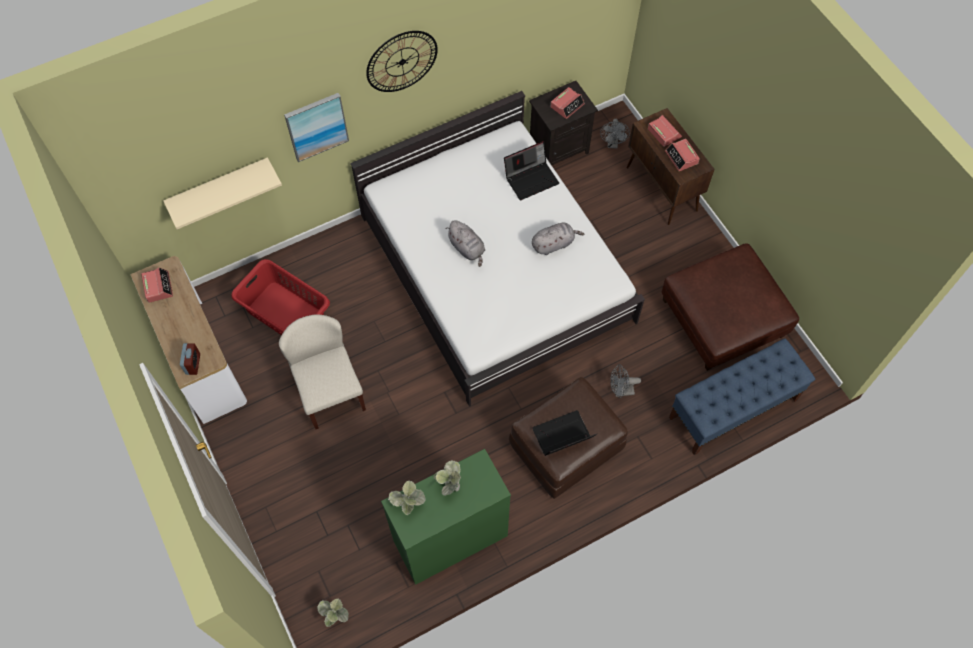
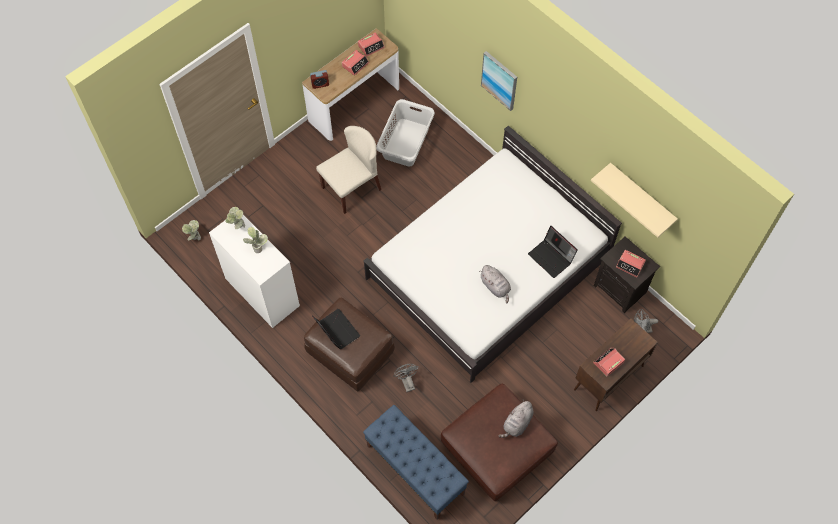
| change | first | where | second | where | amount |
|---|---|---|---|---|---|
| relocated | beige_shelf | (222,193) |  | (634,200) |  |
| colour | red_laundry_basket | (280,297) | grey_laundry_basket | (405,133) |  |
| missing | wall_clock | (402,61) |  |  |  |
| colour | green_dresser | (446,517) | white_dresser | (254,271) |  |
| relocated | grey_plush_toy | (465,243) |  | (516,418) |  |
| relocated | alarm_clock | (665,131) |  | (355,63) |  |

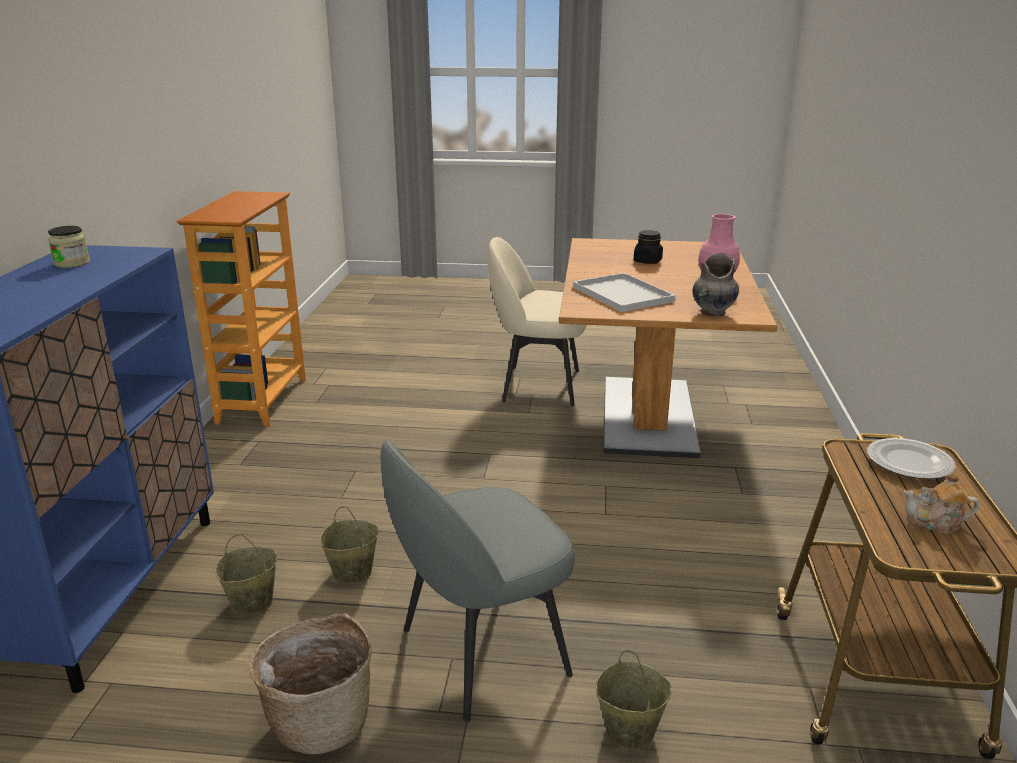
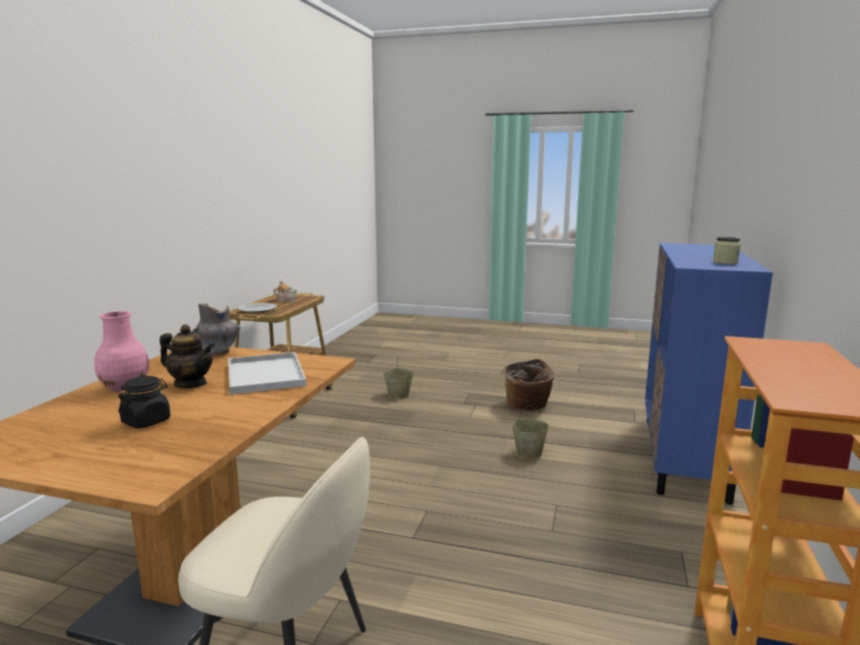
| change | first | where | second | where | amount |
|---|---|---|---|---|---|
| missing | beige_bucket | (246,575) |  |  |  |
| missing | grey_chair | (477,581) |  |  |  |
| appeared |  |  | teapot | (187,356) |  |

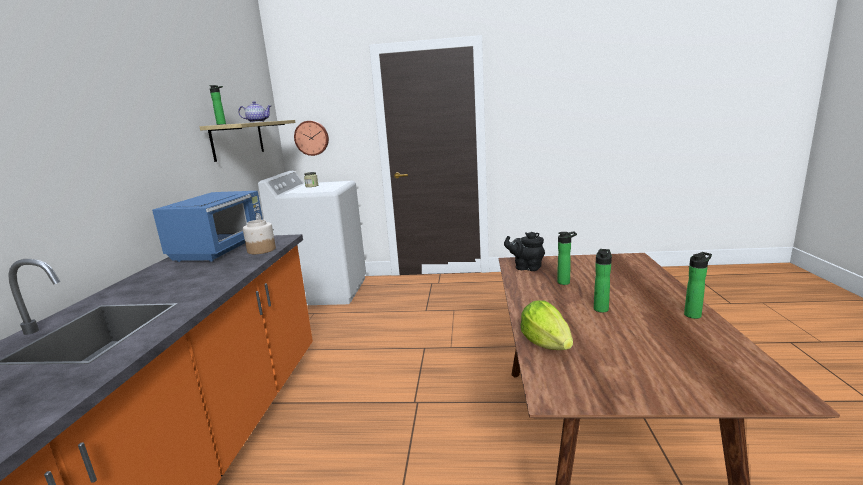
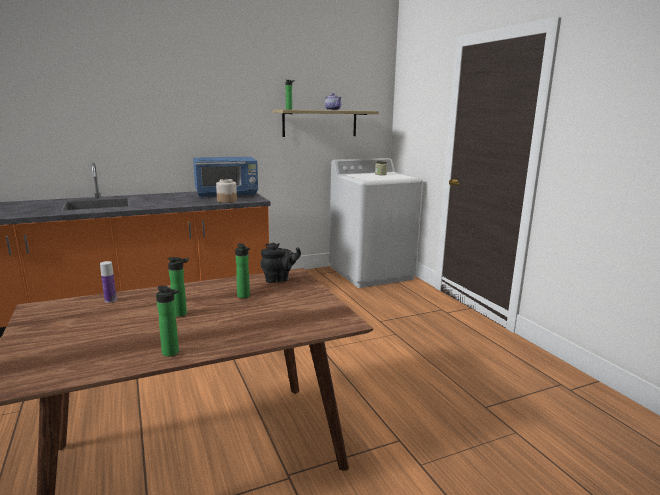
| change | first | where | second | where | amount |
|---|---|---|---|---|---|
| missing | wall_clock | (311,138) |  |  |  |
| spun | black_teapot | (524,251) |  | (280,263) | 75 degrees clockwise |
| exchanged | lettuce | (547,325) | bottle | (108,282) |  |

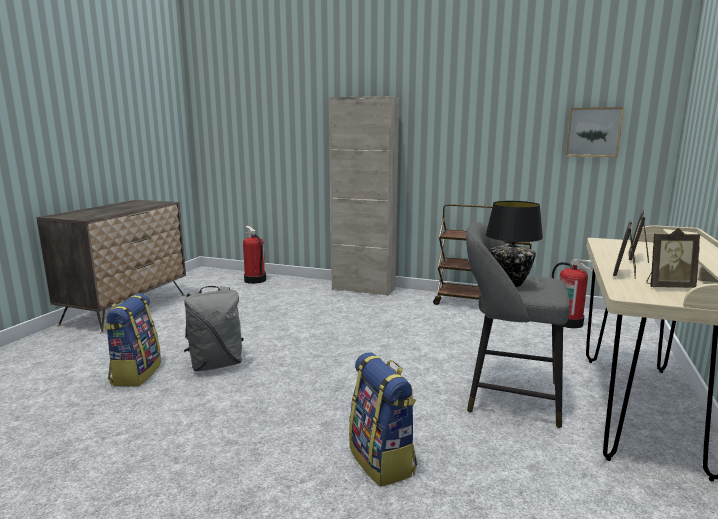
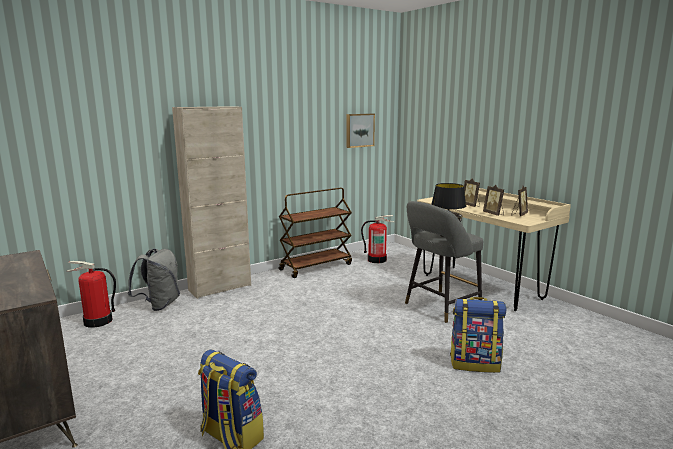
| change | first | where | second | where | amount |
|---|---|---|---|---|---|
| relocated | grey_backpack | (214,328) |  | (154,280) |  |

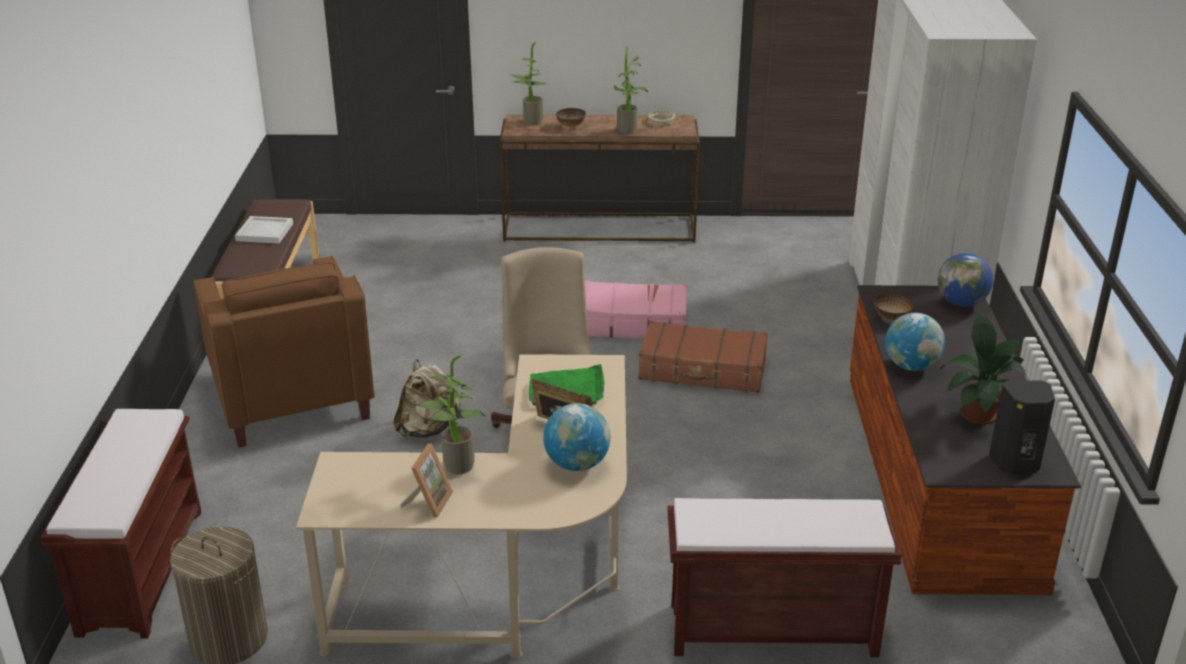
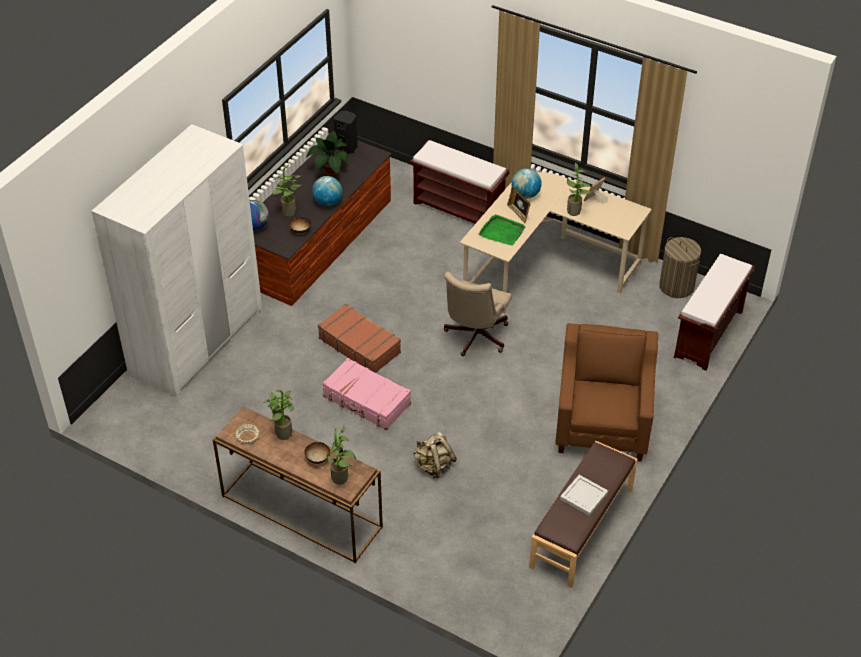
| change | first | where | second | where | amount |
|---|---|---|---|---|---|
| relocated | beige_backpack | (426,398) |  | (435,455) |  |
| appeared |  |  | potted_plant | (287,190) |  |

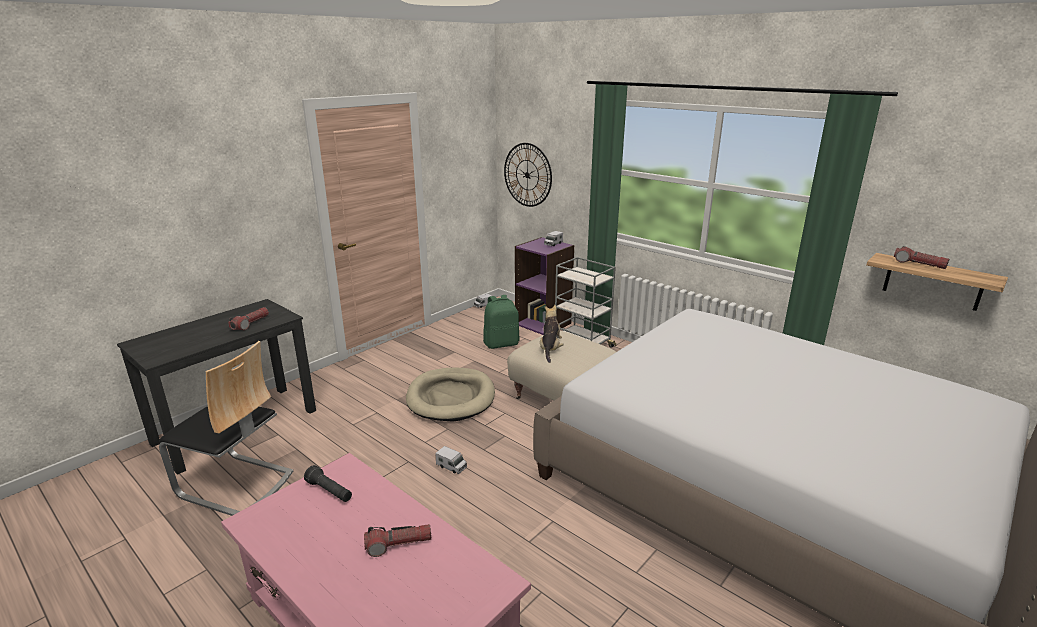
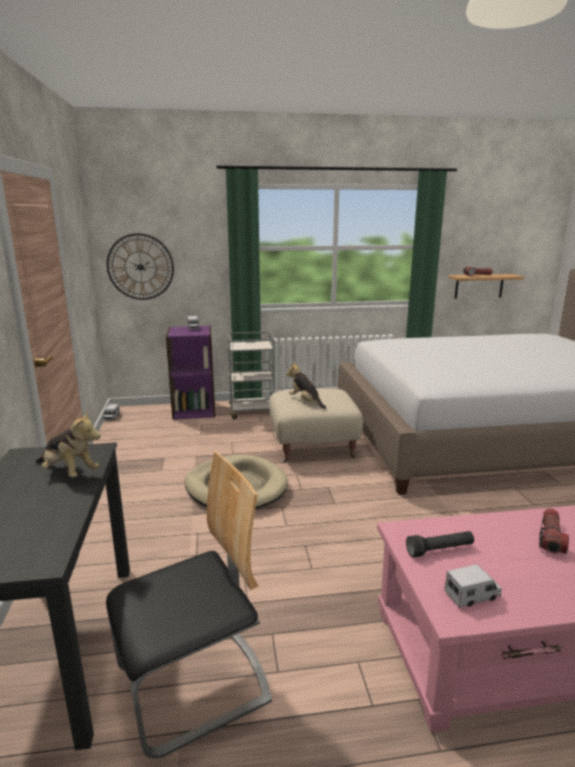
| change | first | where | second | where | amount |
|---|---|---|---|---|---|
| exchanged | flashlight | (248,318) | plush_toy | (68,443) |  |
| relocated | toy_truck | (451,460) |  | (473,586) |  |
| missing | green_backpack | (501,322) |  |  |  |

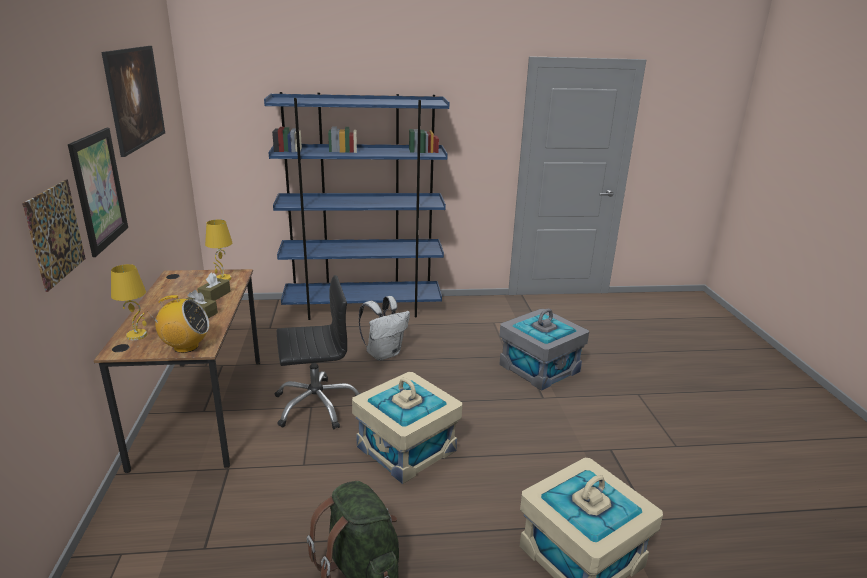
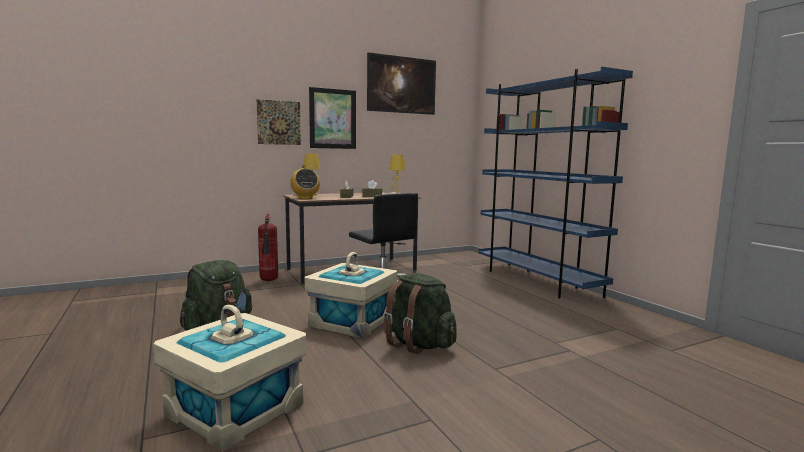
| change | first | where | second | where | amount |
|---|---|---|---|---|---|
| missing | white_backpack | (384,328) |  |  |  |
| missing | grey_storage_box | (544,350) |  |  |  |
| appeared |  |  | fire_extinguisher | (268,247) |  |
| appeared |  |  | green_backpack | (420,313) |  |

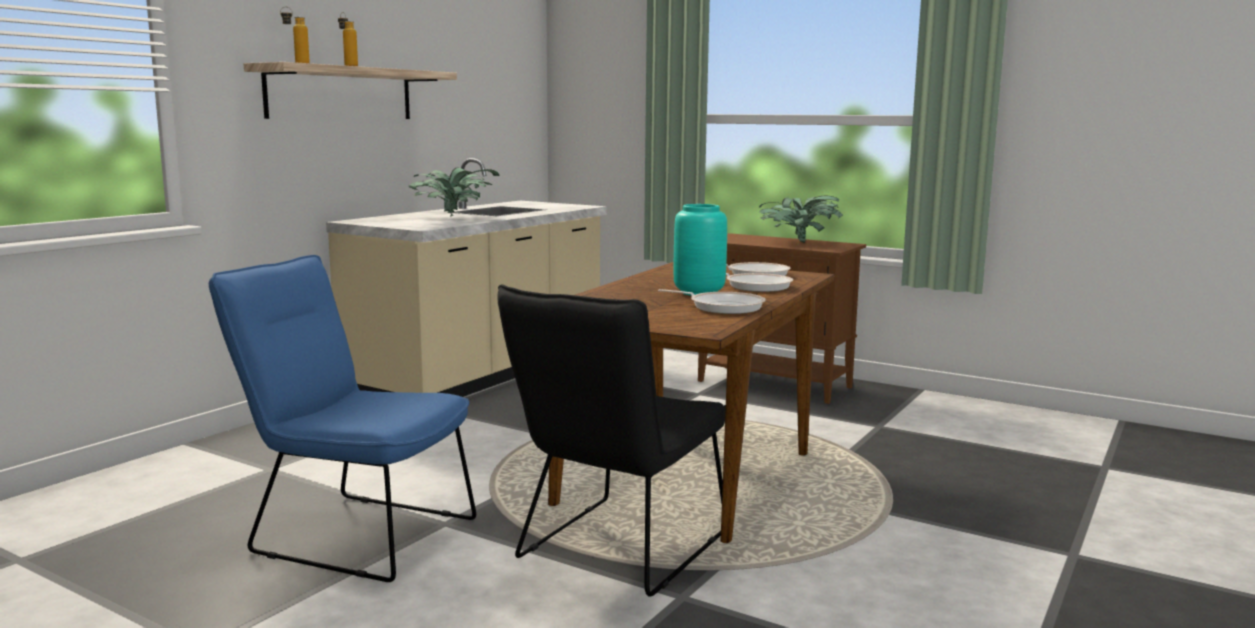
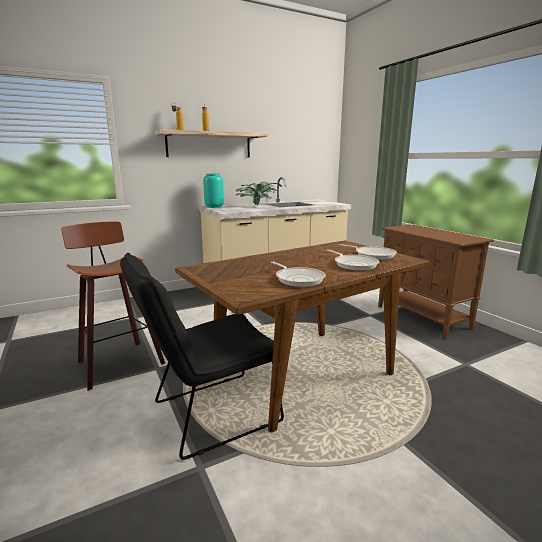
| change | first | where | second | where | amount |
|---|---|---|---|---|---|
| exchanged | blue_chair | (342,418) | stool | (113,306) |  |
| relocated | turquoise_vase | (700,250) |  | (213,191) |  |
| missing | potted_plant | (801,219) |  |  |  |

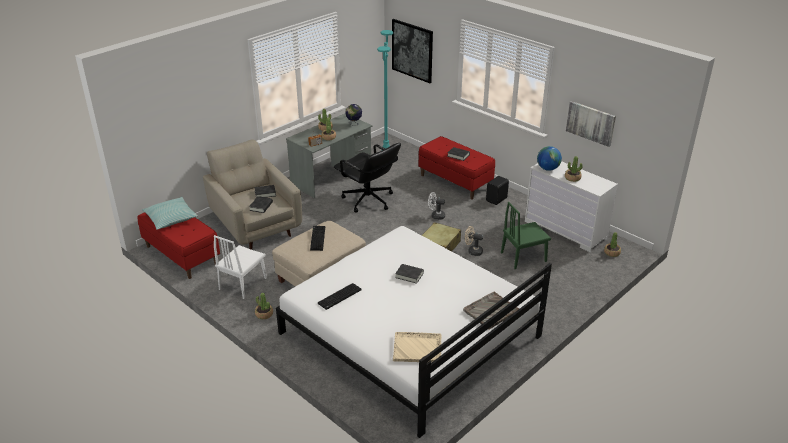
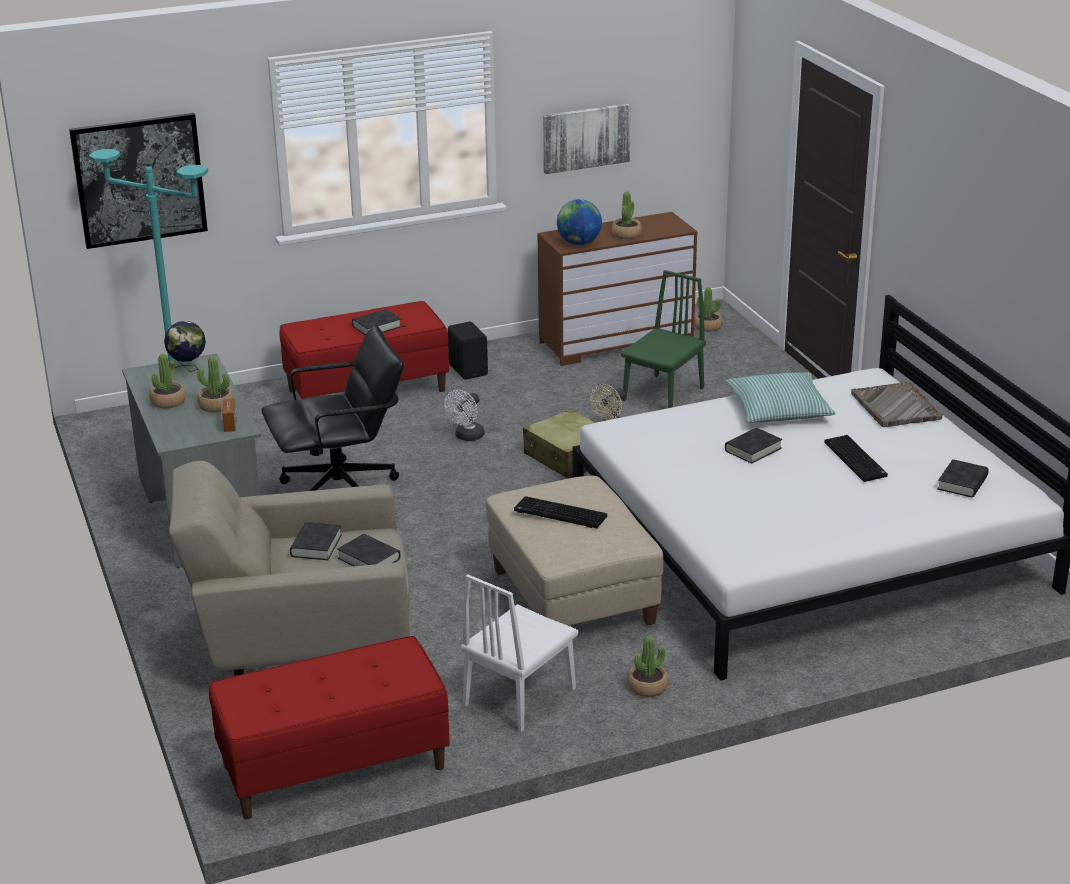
| change | first | where | second | where | amount |
|---|---|---|---|---|---|
| relocated | pillow | (170,213) |  | (780,397) |  |
| spun | white_chair | (240,267) |  | (519,653) | 75 degrees clockwise |
| relocated | keyboard | (339,296) |  | (856,458) |  |
| exchanged | beige_tray | (417,347) | black_book | (963,478) |  |
| spun | green_chair | (526,235) |  | (663,339) | 150 degrees counterclockwise |
| colour | white_dresser | (571,206) | brown_dresser | (617,289) |  |

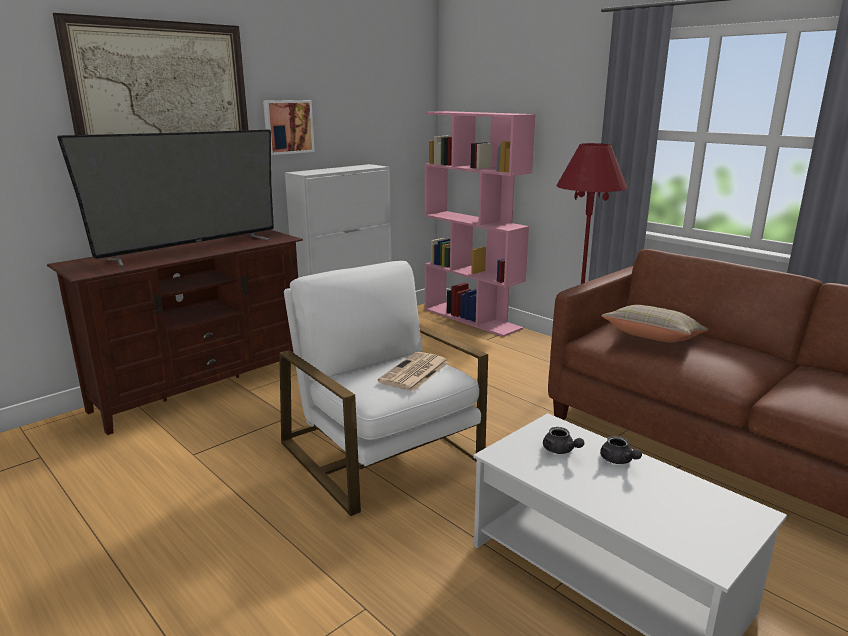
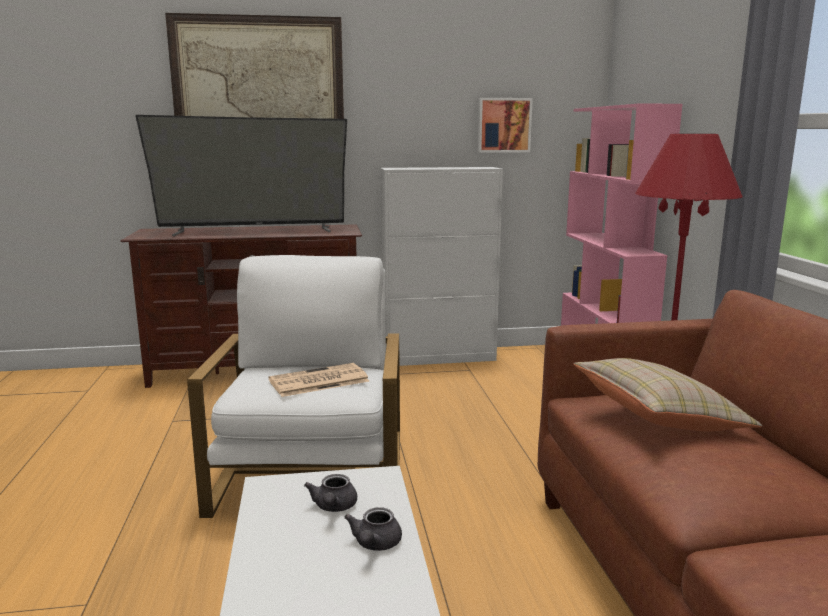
| change | first | where | second | where | amount |
|---|---|---|---|---|---|
| relocated | picture | (289,127) |  | (505,125) |  |

